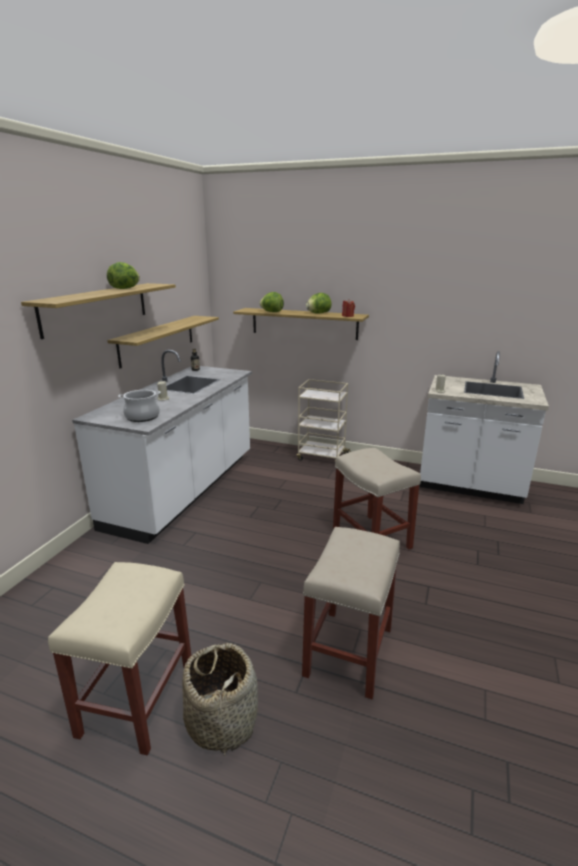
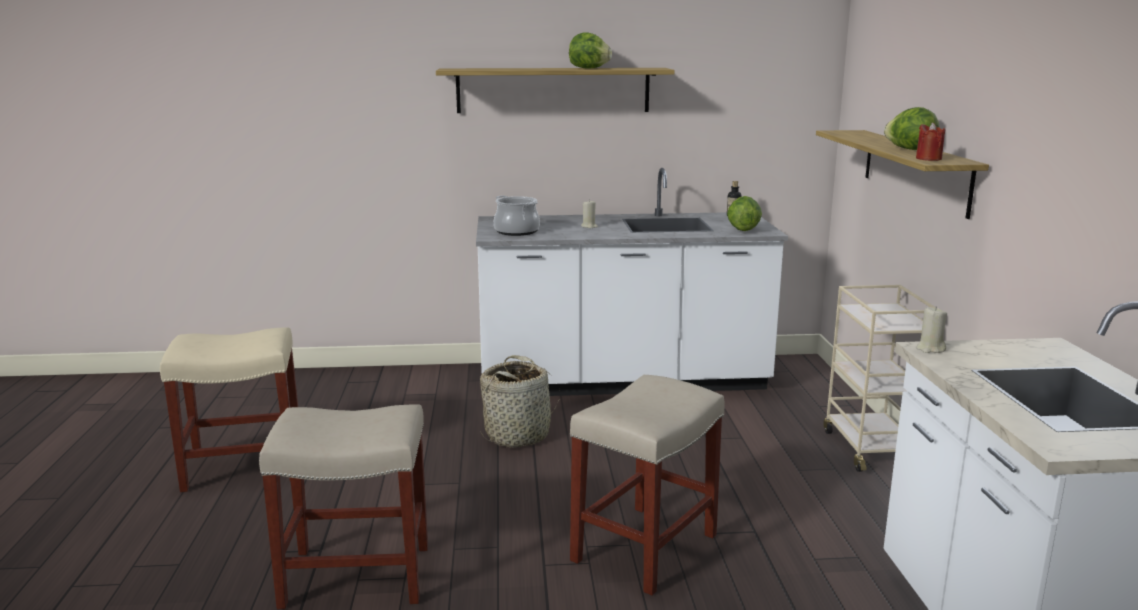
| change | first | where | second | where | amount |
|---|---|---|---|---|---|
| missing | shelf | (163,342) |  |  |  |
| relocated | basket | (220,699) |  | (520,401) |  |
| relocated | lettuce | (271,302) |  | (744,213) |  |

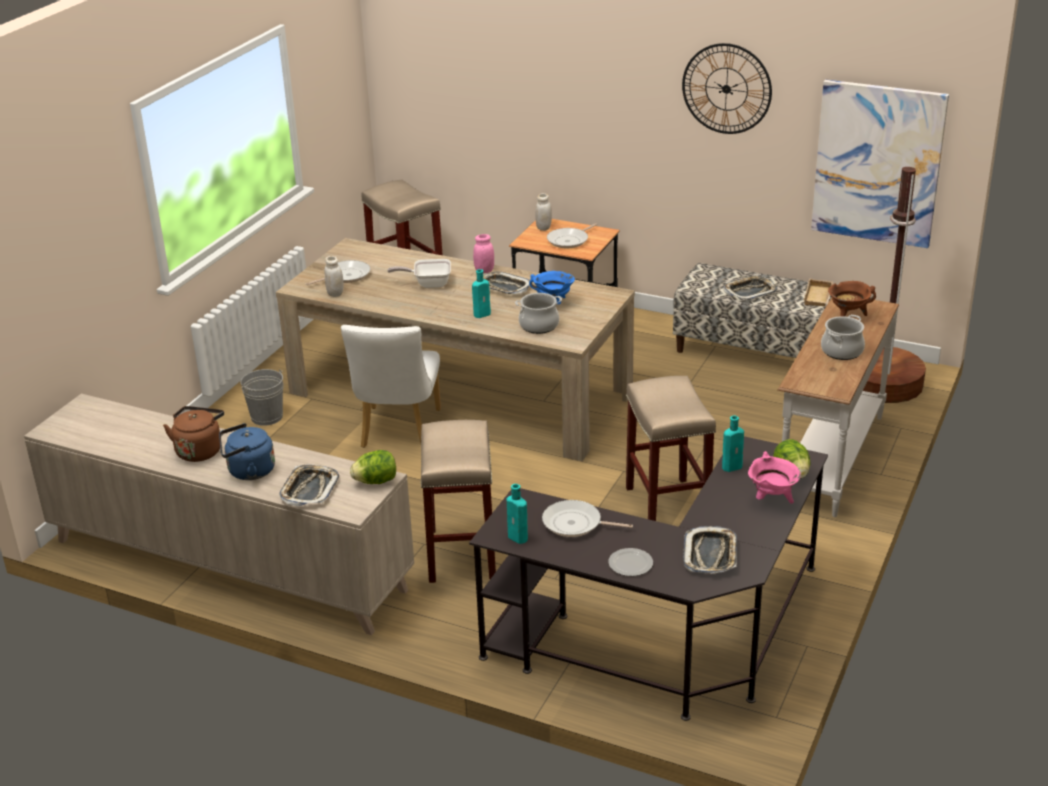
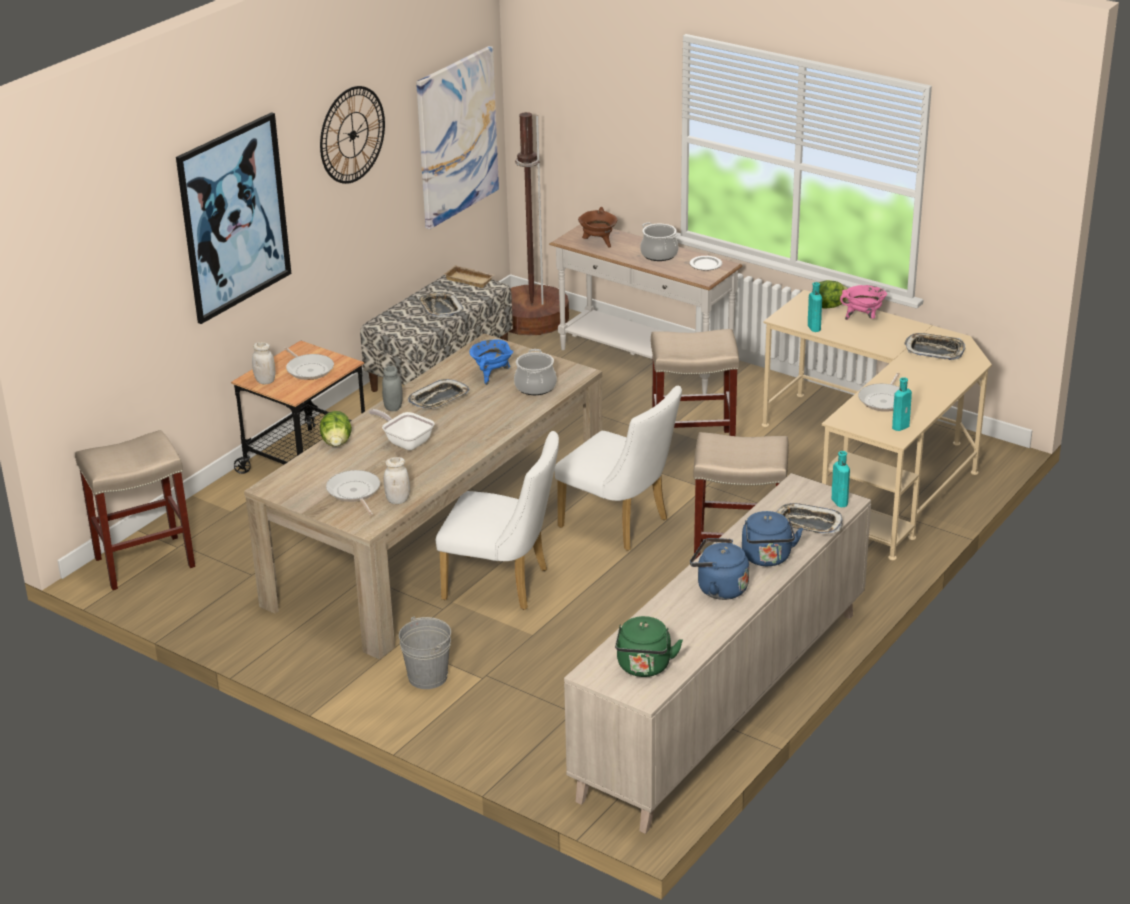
| change | first | where | second | where | amount |
|---|---|---|---|---|---|
| colour | brown_kettle | (193,434) | blue_kettle | (719,569) |  |
| relocated | lettuce | (373,467) |  | (336,429) |  |
| spun | frying_pan | (419,273) |  | (402,429) | 120 degrees clockwise |
| colour | black_desk | (648,578) | beige_desk | (877,425) |  |
| relocated | turquoise_bottle | (481,293) |  | (841,479) |  |
| colour | pink_jar | (483,253) | grey_jar | (392,388) |  |
| relocated | plate | (630,562) |  | (706,263) |  |
| appeared |  |  | picture | (233,218) |  |
| appeared |  |  | white_chair | (618,468) |  |
| appeared |  |  | green_kettle | (649,646) |  |

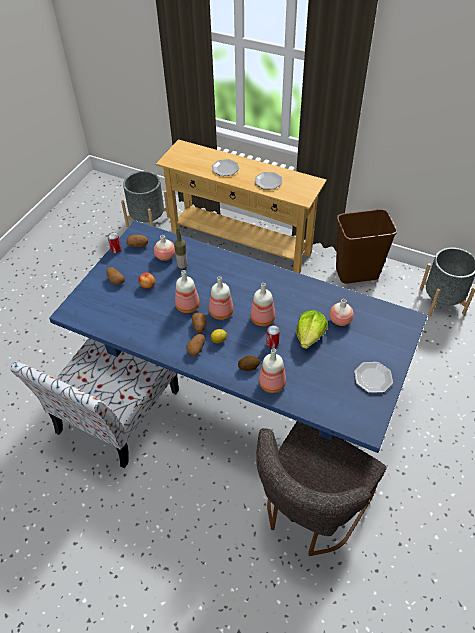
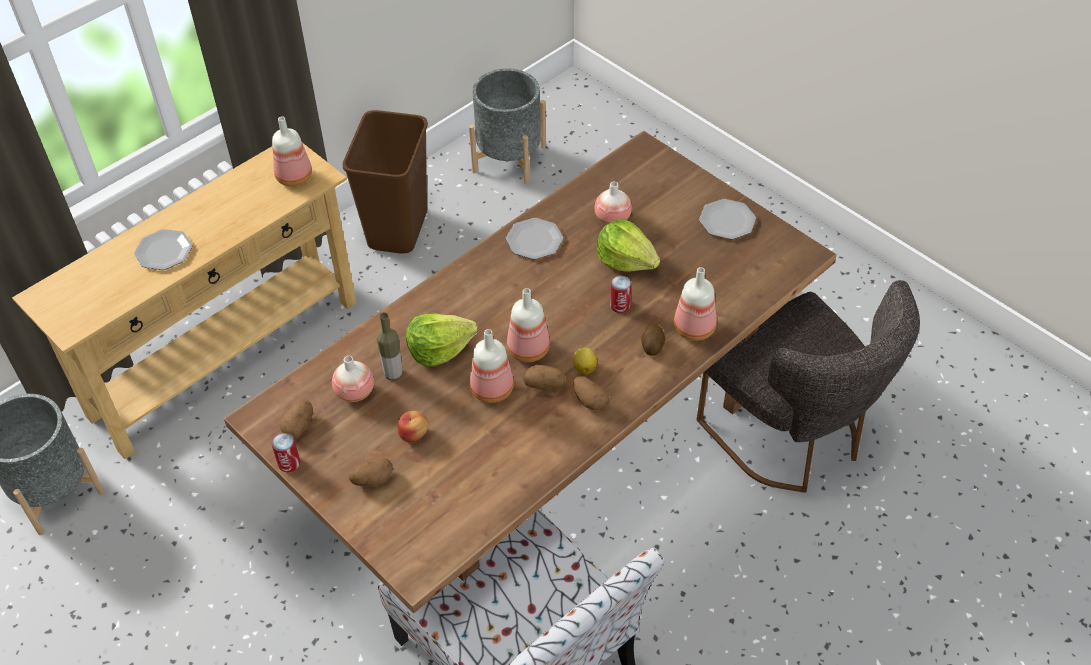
| change | first | where | second | where | amount |
|---|---|---|---|---|---|
| colour | blue_dining_table | (238,337) | brown_dining_table | (530,372) |  |
| relocated | bottle | (262,304) |  | (292,151) |  |
| relocated | plate | (268,180) |  | (534,239) |  |
| appeared |  |  | lettuce | (442,340) |  |

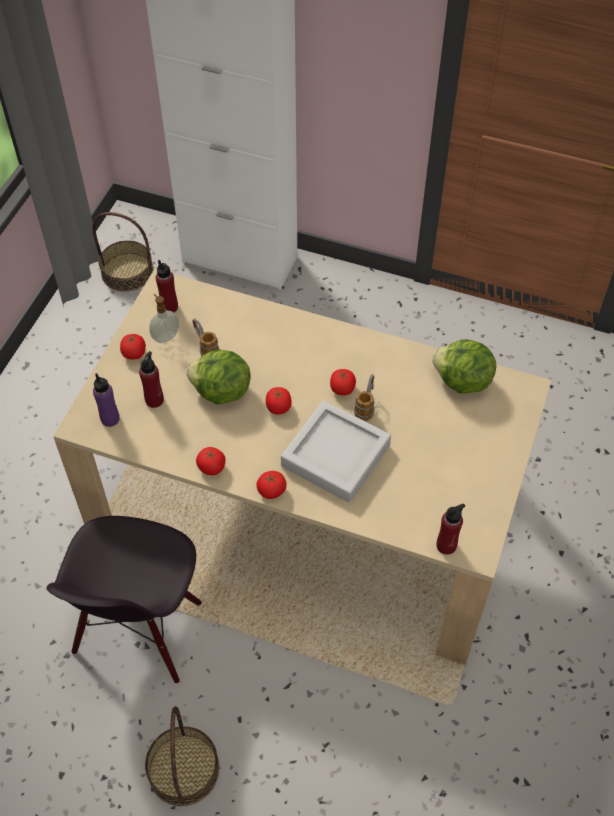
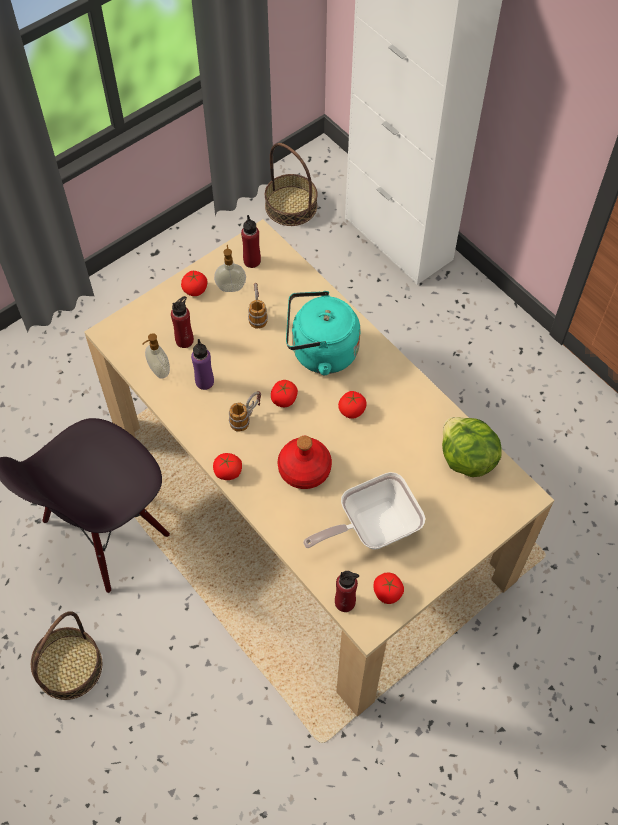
| change | first | where | second | where | amount |
|---|---|---|---|---|---|
| relocated | purple_bottle | (106,400) |  | (202,364) |  |
| missing | lettuce | (218,377) |  |  |  |
| relocated | tomato | (211,461) |  | (388,588) |  |
| exchanged | grey_tray | (336,452) | red_bottle | (305,462) |  |
| relocated | mug | (364,397) |  | (245,411) |  |
| appeared |  |  | soap_dispenser | (156,356) |  |
| appeared |  |  | turquoise_kettle | (323,333) |  |
| appeared |  |  | frying_pan | (364,511) |  |

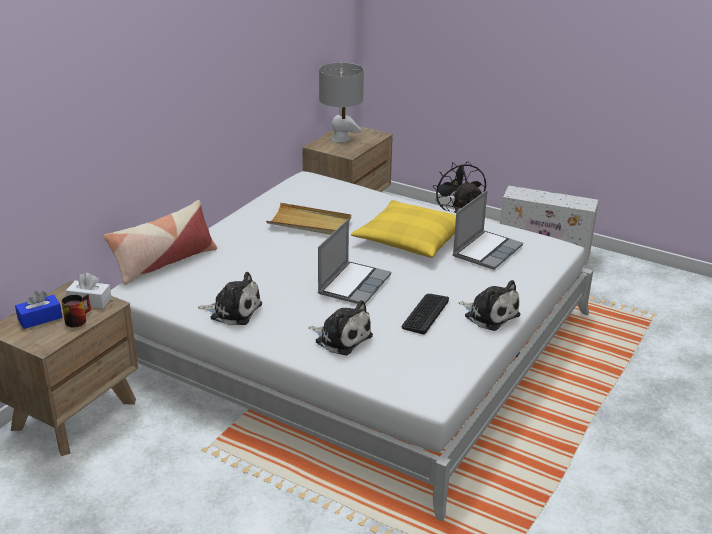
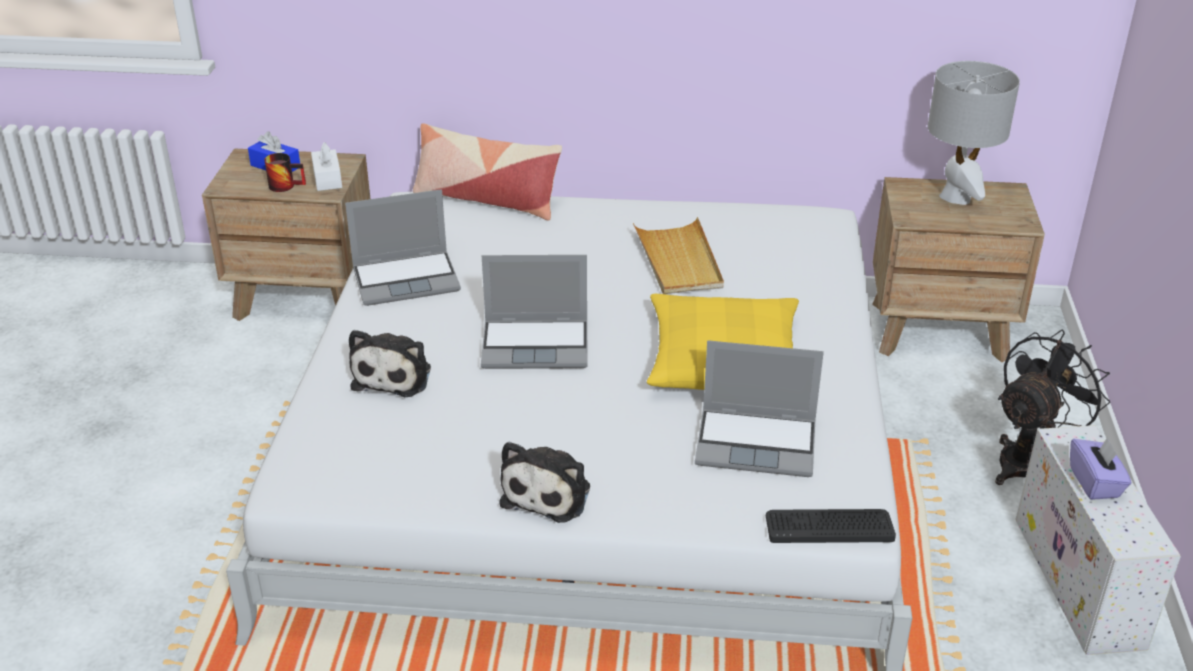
| change | first | where | second | where | amount |
|---|---|---|---|---|---|
| exchanged | plush_toy | (230,298) | laptop | (403,247) |  |
| relocated | keyboard | (425,314) |  | (831,526) |  |
| appeared |  |  | purple_tissue_box | (1101,468) |  |

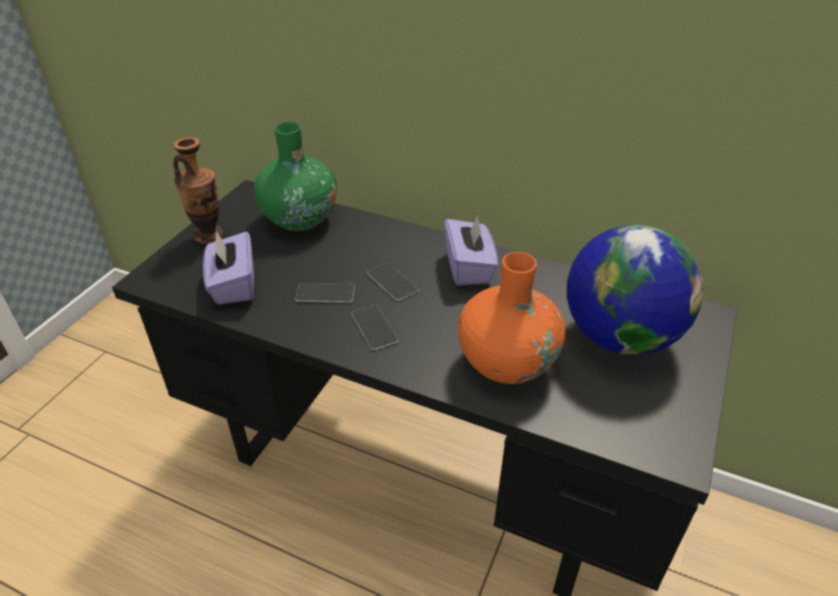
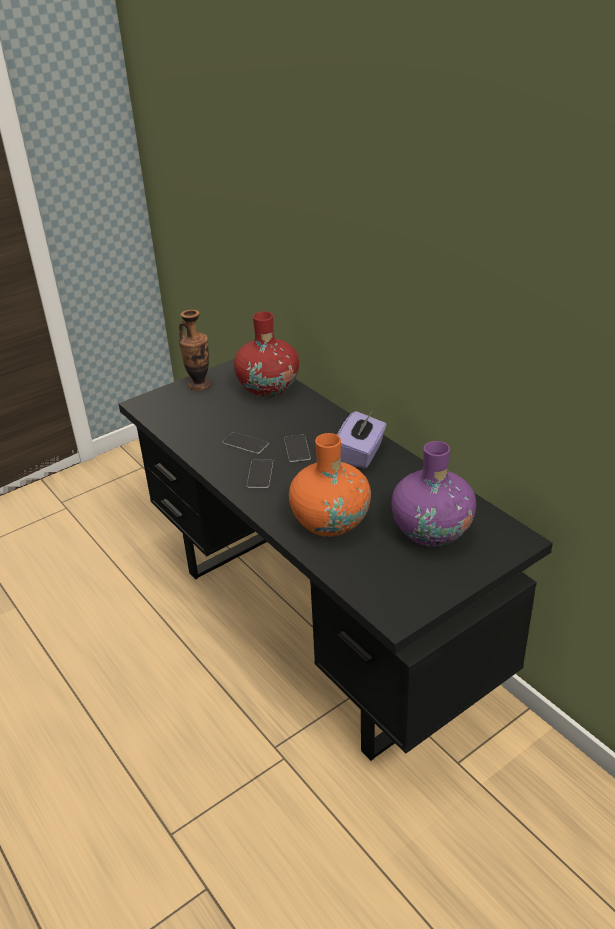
| change | first | where | second | where | amount |
|---|---|---|---|---|---|
| missing | purple_tissue_box | (228,268) |  |  |  |
| colour | green_vase | (295,176) | red_vase | (266,355) |  |
| exchanged | globe | (635,289) | purple_vase | (433,494) |  |

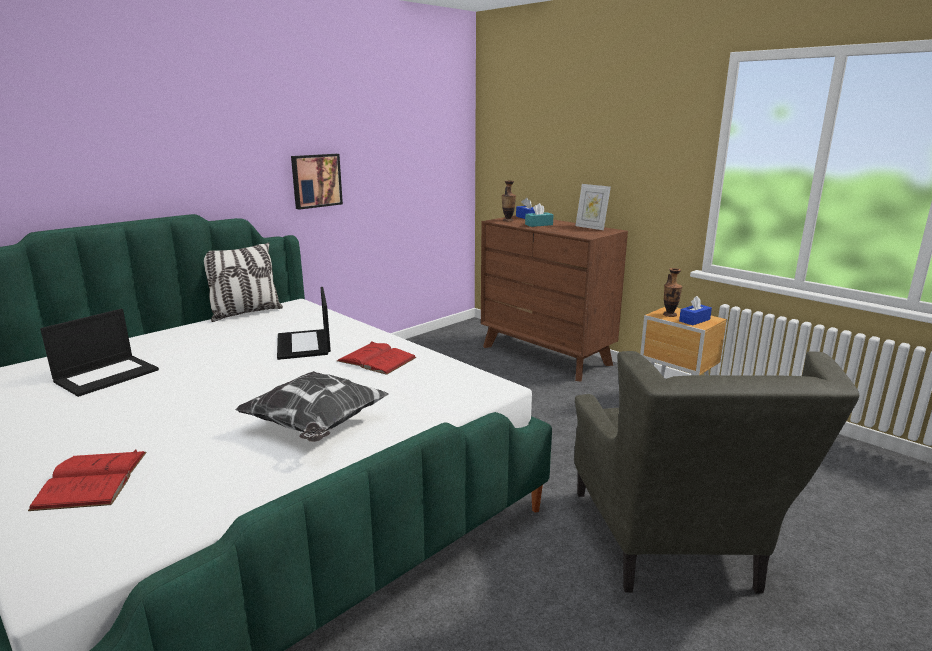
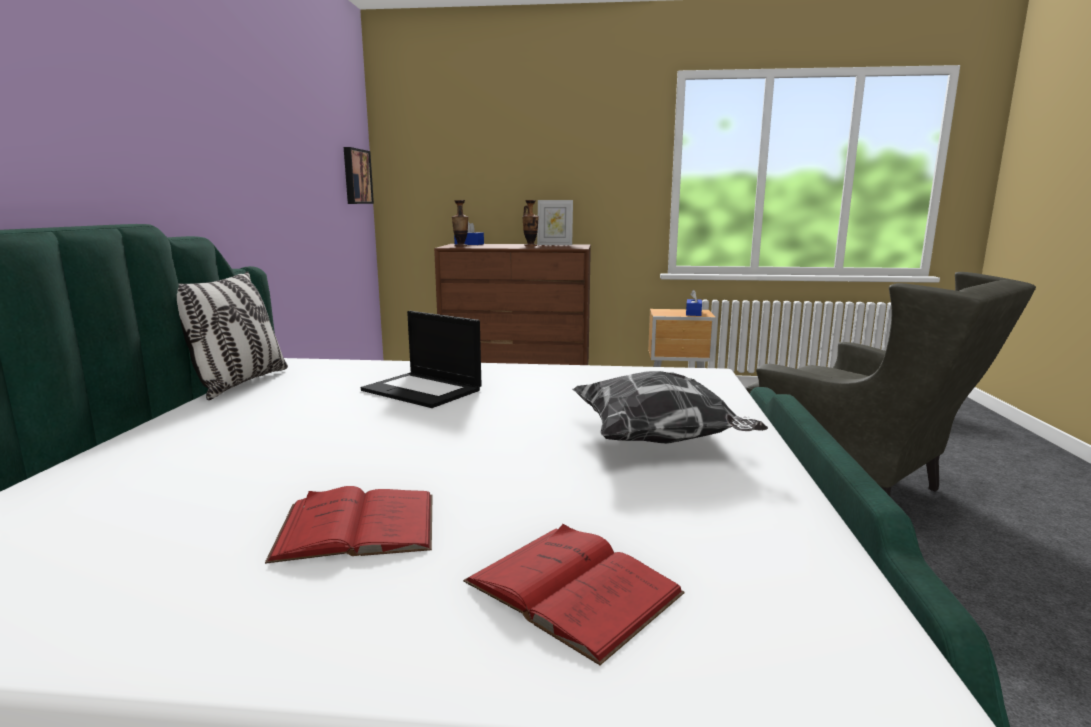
| change | first | where | second | where | amount |
|---|---|---|---|---|---|
| missing | laptop | (99,353) |  |  |  |
| relocated | picture | (317,182) |  | (359,175) |  |
| relocated | red_book | (377,358) |  | (348,525) |  |
| missing | turquoise_tissue_box | (539,215) |  |  |  |
| relocated | vase | (672,292) |  | (530,223) |  |

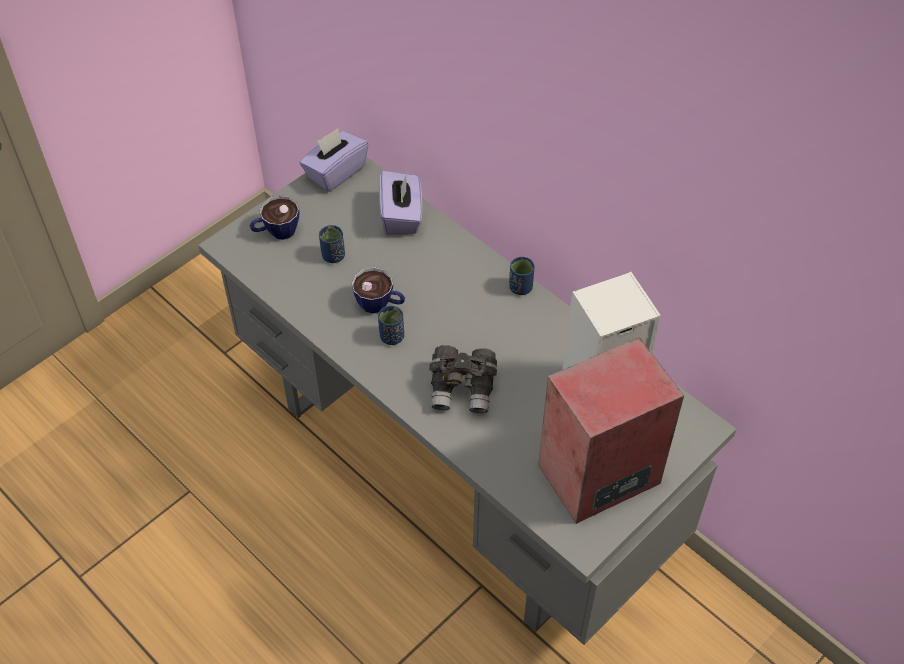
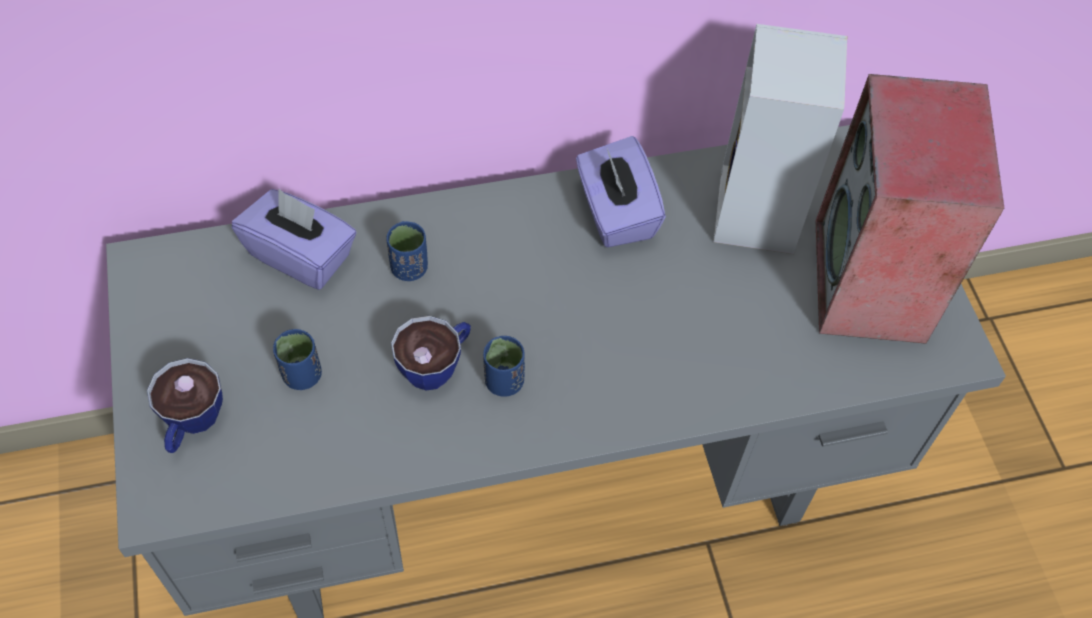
| change | first | where | second | where | amount |
|---|---|---|---|---|---|
| relocated | purple_tissue_box | (333,160) |  | (621,192) |  |
| missing | grey_binoculars | (463,379) |  |  |  |
| relocated | blue_cup | (521,276) |  | (407,251) |  |

